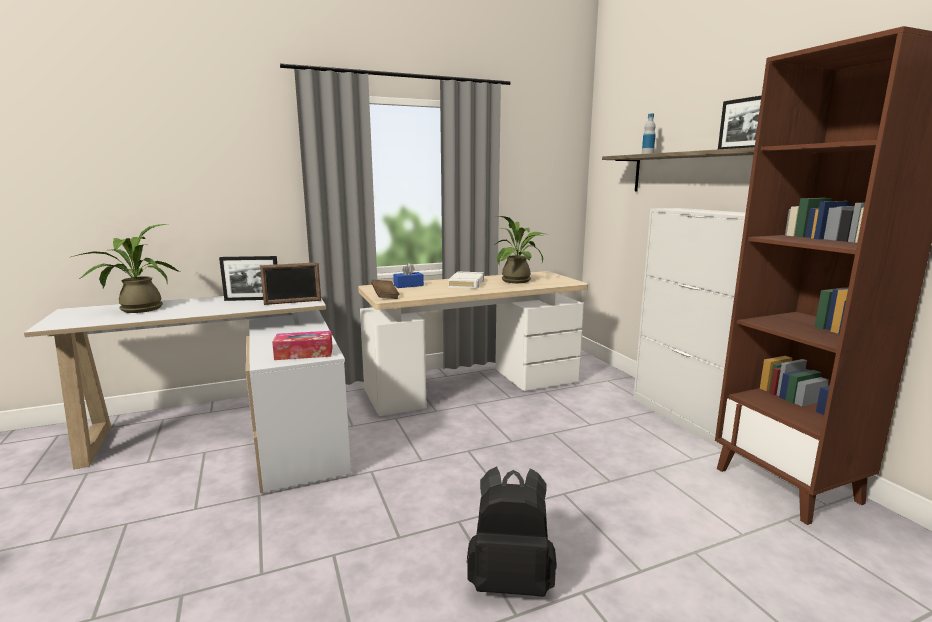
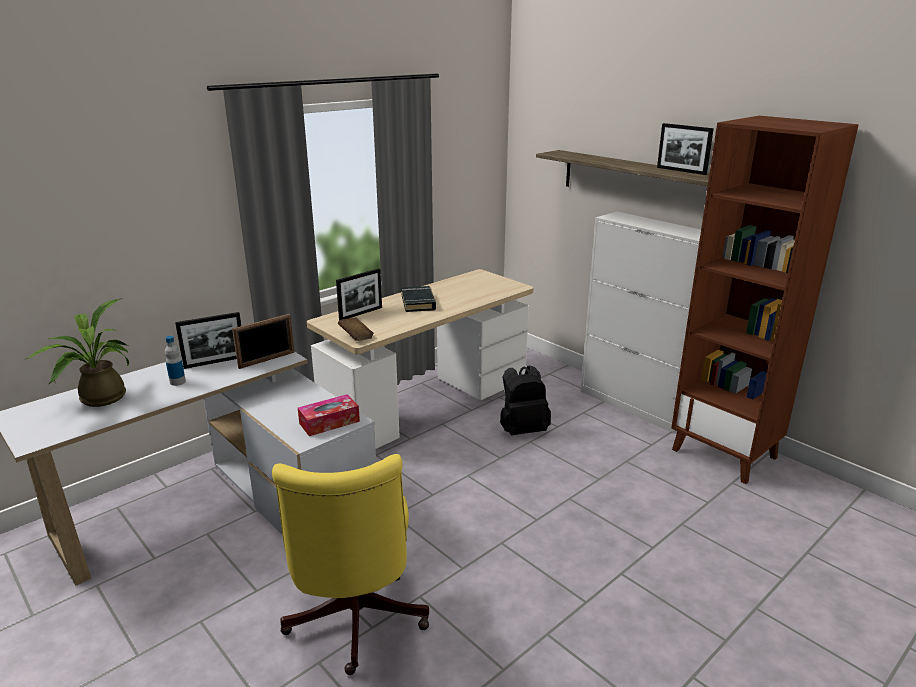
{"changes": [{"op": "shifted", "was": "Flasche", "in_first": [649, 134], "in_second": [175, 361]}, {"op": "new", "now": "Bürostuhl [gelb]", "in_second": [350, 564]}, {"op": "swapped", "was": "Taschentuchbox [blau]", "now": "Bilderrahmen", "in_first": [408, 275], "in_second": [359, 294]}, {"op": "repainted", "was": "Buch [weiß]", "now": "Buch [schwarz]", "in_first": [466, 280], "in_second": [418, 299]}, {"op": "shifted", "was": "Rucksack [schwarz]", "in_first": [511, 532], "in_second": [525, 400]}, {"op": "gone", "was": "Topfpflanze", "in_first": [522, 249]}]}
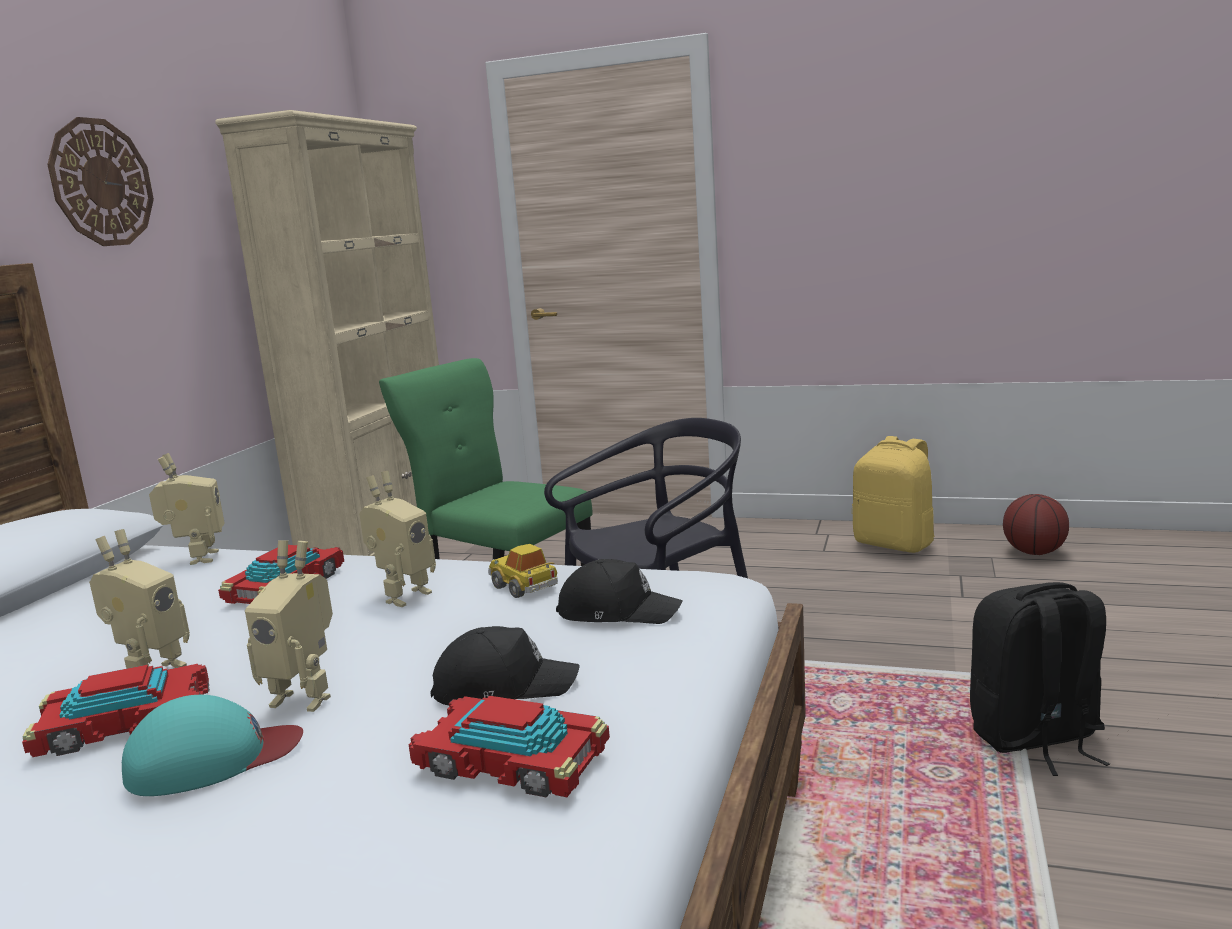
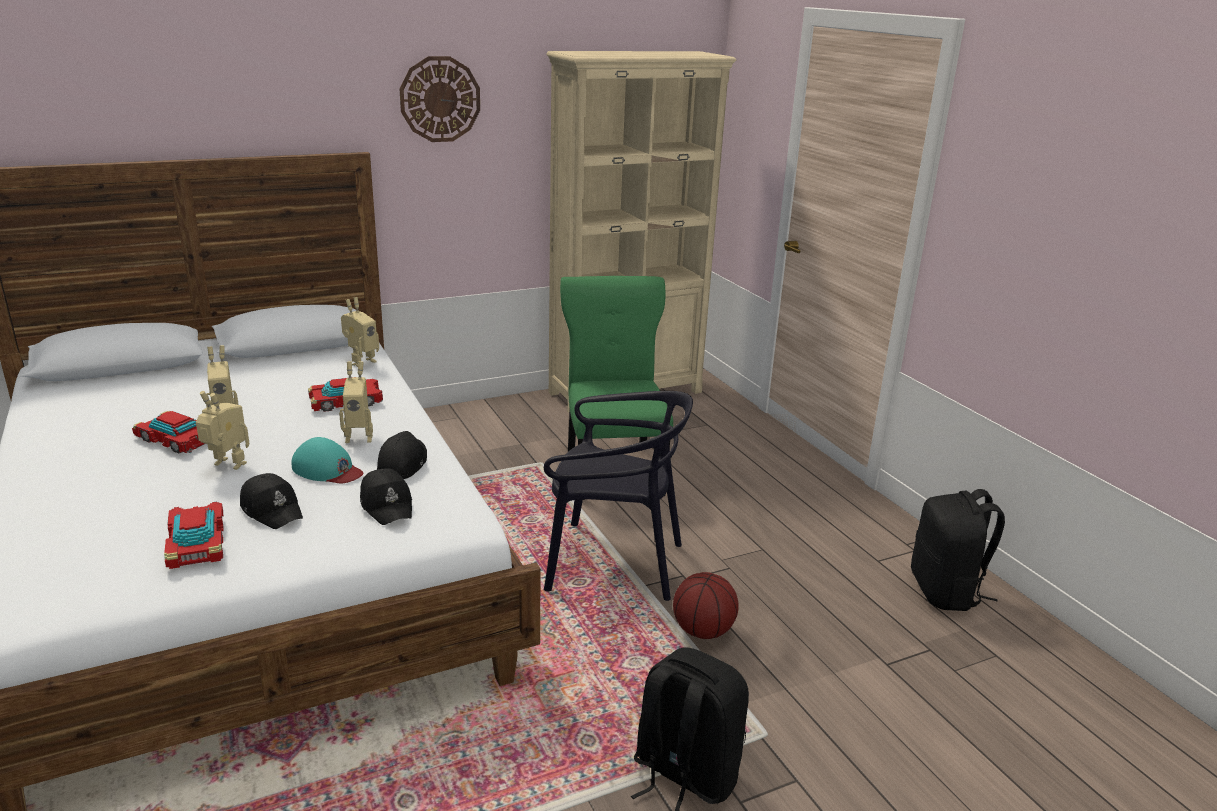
{"changes": [{"op": "rotated", "was": "Spielzeugroboter", "in_first": [289, 626], "in_second": [223, 430], "clockwise": 135}, {"op": "shifted", "was": "Kappe [türkis]", "in_first": [212, 745], "in_second": [327, 460]}, {"op": "swapped", "was": "Spielzeugauto", "now": "Kappe [schwarz]", "in_first": [523, 571], "in_second": [402, 455]}, {"op": "shifted", "was": "Basketball", "in_first": [1036, 524], "in_second": [706, 605]}, {"op": "repainted", "was": "Rucksack [gelb]", "now": "Rucksack [schwarz]", "in_first": [893, 494], "in_second": [958, 550]}]}
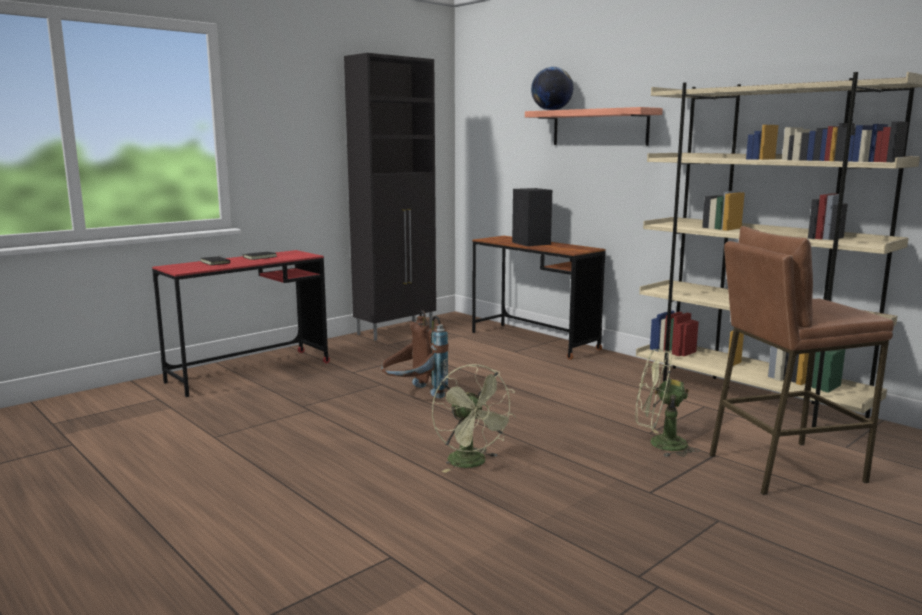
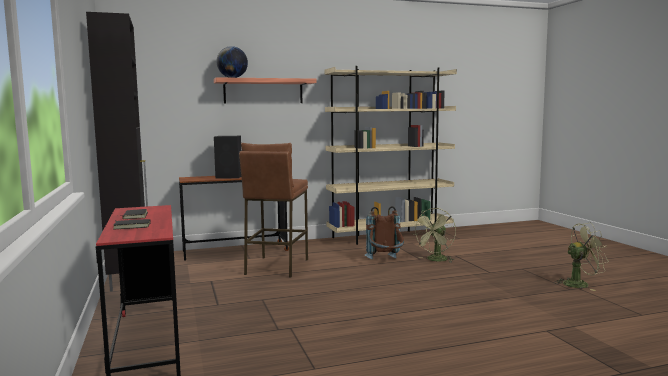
{"changes": [{"op": "shifted", "was": "Hocker [braun]", "in_first": [801, 360], "in_second": [273, 210]}, {"op": "shifted", "was": "Rucksack [braun]", "in_first": [415, 354], "in_second": [384, 233]}, {"op": "shifted", "was": "Ventilator [grün]", "in_first": [474, 418], "in_second": [581, 257]}]}
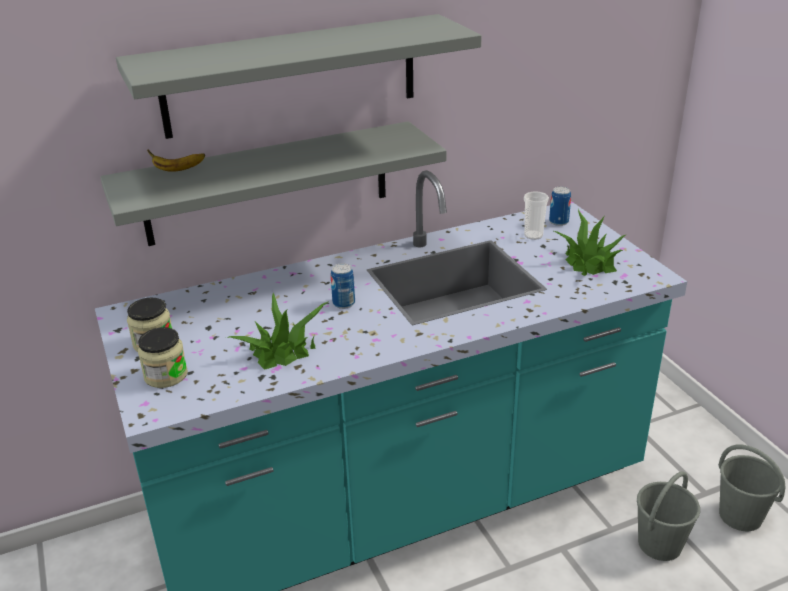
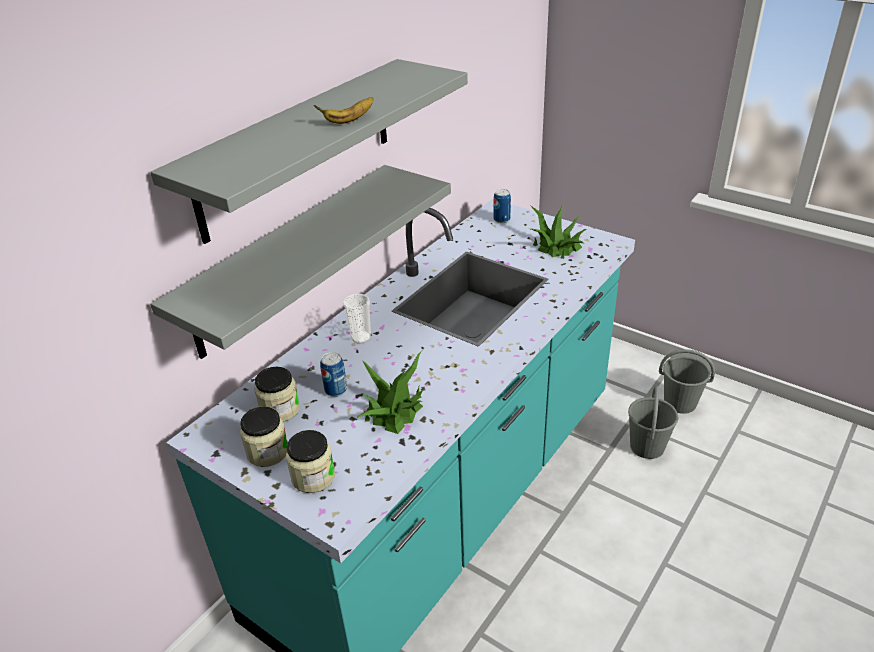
{"changes": [{"op": "new", "now": "Vorratsglas", "in_second": [277, 394]}, {"op": "shifted", "was": "Banane", "in_first": [176, 161], "in_second": [343, 110]}, {"op": "shifted", "was": "Dose", "in_first": [343, 286], "in_second": [333, 374]}, {"op": "shifted", "was": "Tasse", "in_first": [536, 215], "in_second": [357, 318]}]}
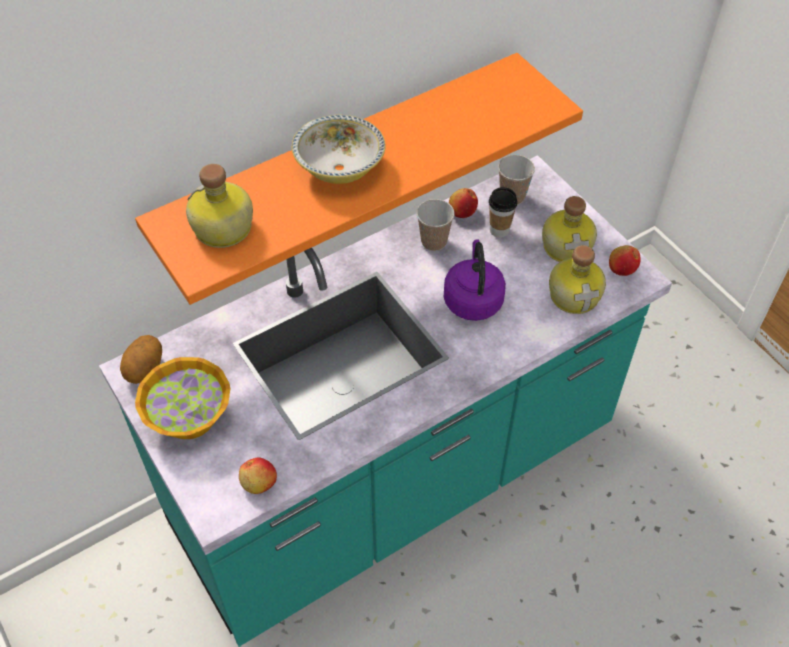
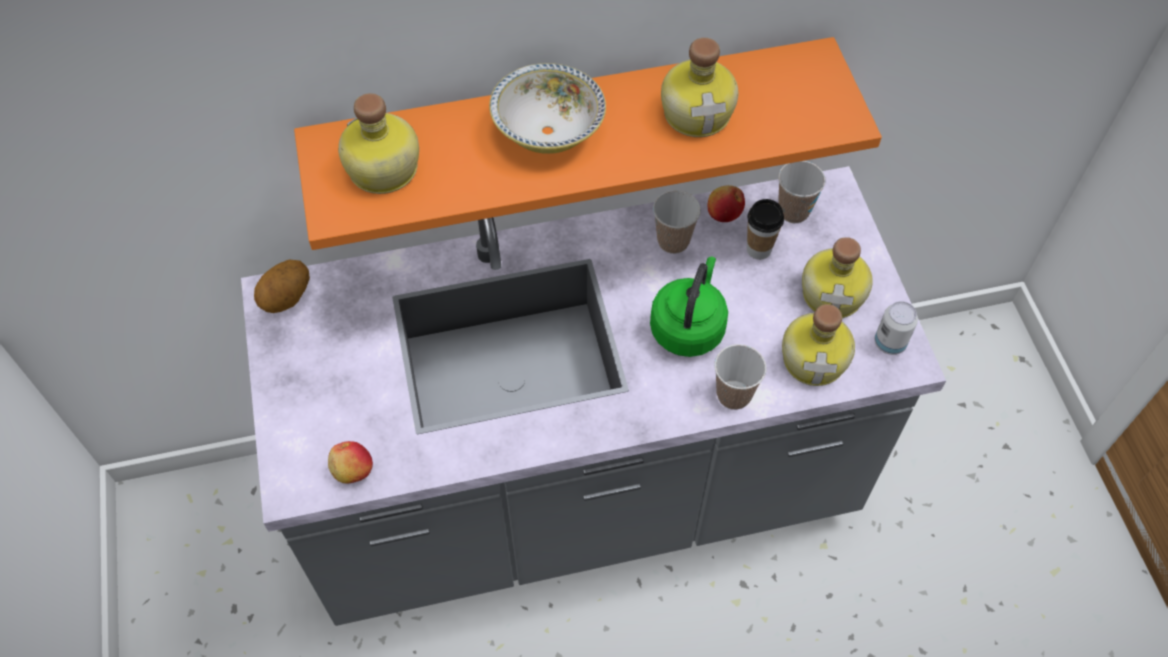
{"changes": [{"op": "repainted", "was": "Küchenzeile [türkis]", "now": "Küchenzeile [grau]", "in_first": [385, 401], "in_second": [593, 396]}, {"op": "repainted", "was": "Wasserkessel [lila]", "now": "Wasserkessel [grün]", "in_first": [475, 280], "in_second": [689, 307]}, {"op": "new", "now": "Flasche", "in_second": [700, 87]}, {"op": "new", "now": "Tasse", "in_second": [740, 377]}, {"op": "swapped", "was": "Apfel", "now": "Dose", "in_first": [625, 260], "in_second": [896, 328]}, {"op": "gone", "was": "Schüssel", "in_first": [182, 398]}]}
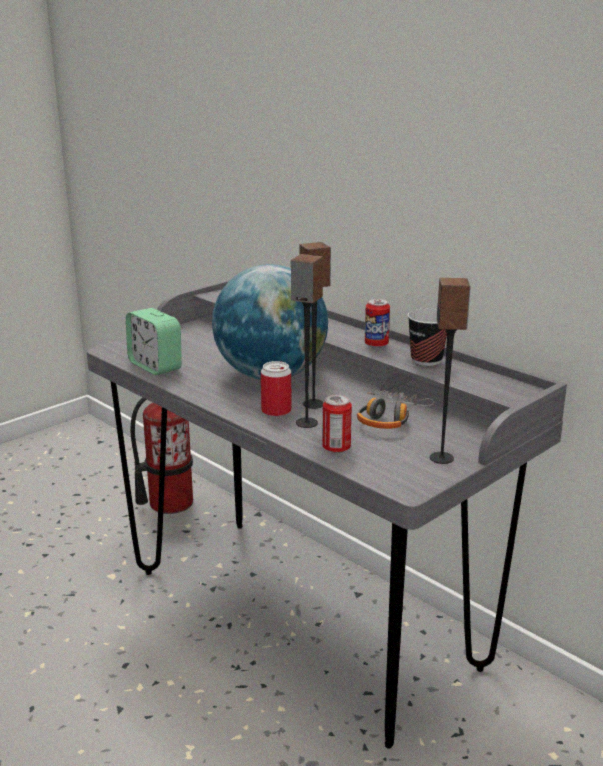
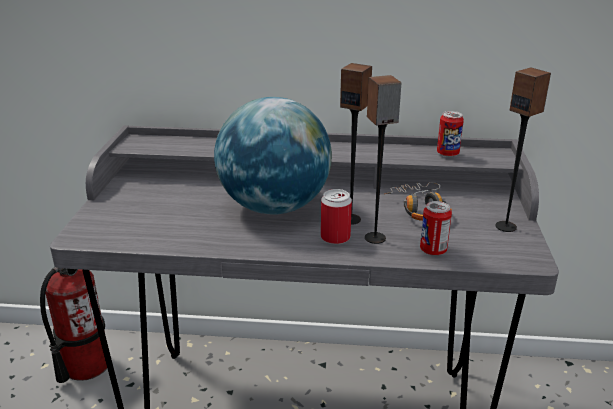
{"changes": [{"op": "shifted", "was": "Dose", "in_first": [377, 323], "in_second": [450, 134]}, {"op": "gone", "was": "Wecker", "in_first": [154, 341]}, {"op": "gone", "was": "Tasse", "in_first": [427, 337]}]}
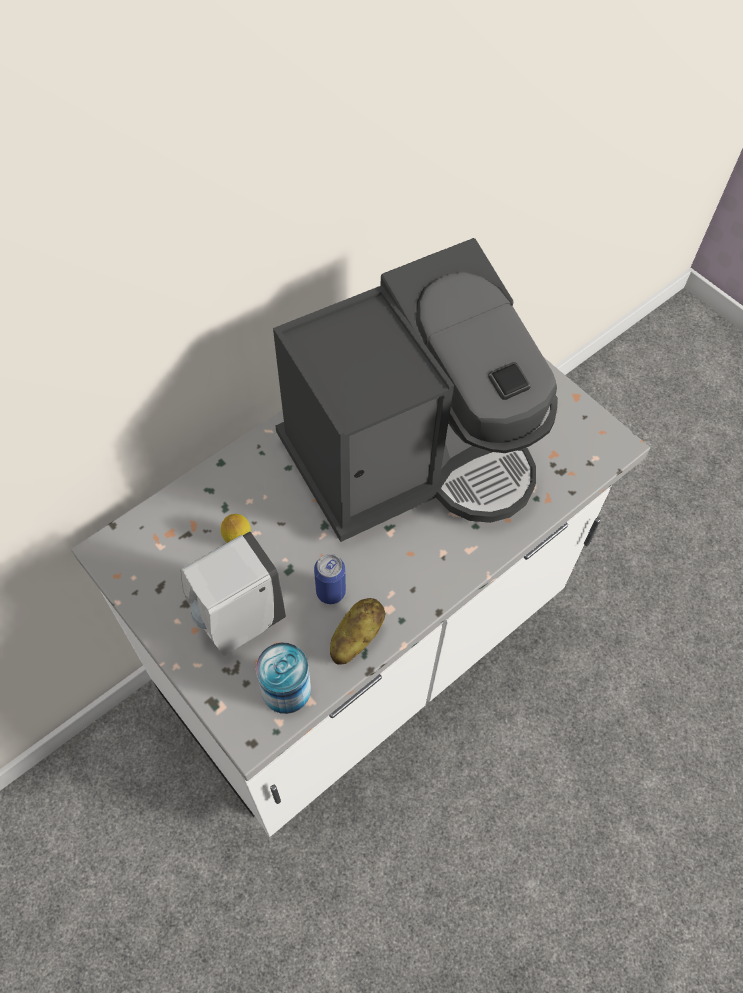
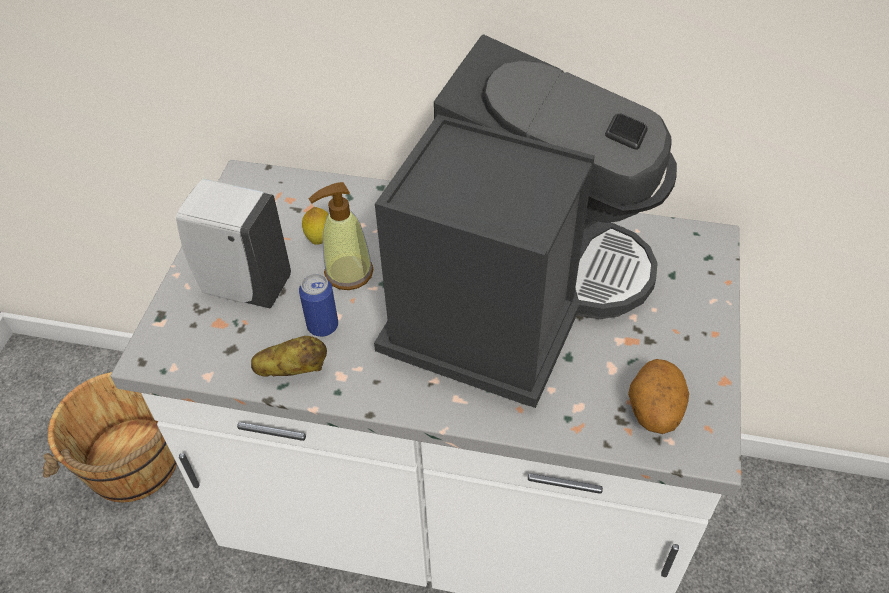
{"changes": [{"op": "new", "now": "Eimer [braun]", "in_second": [110, 437]}, {"op": "new", "now": "Seifenspender", "in_second": [341, 236]}, {"op": "rotated", "was": "Kaffeemaschine", "in_first": [415, 390], "in_second": [525, 221], "clockwise": -90}, {"op": "new", "now": "Kartoffel", "in_second": [658, 396]}, {"op": "gone", "was": "Dose", "in_first": [283, 678]}]}
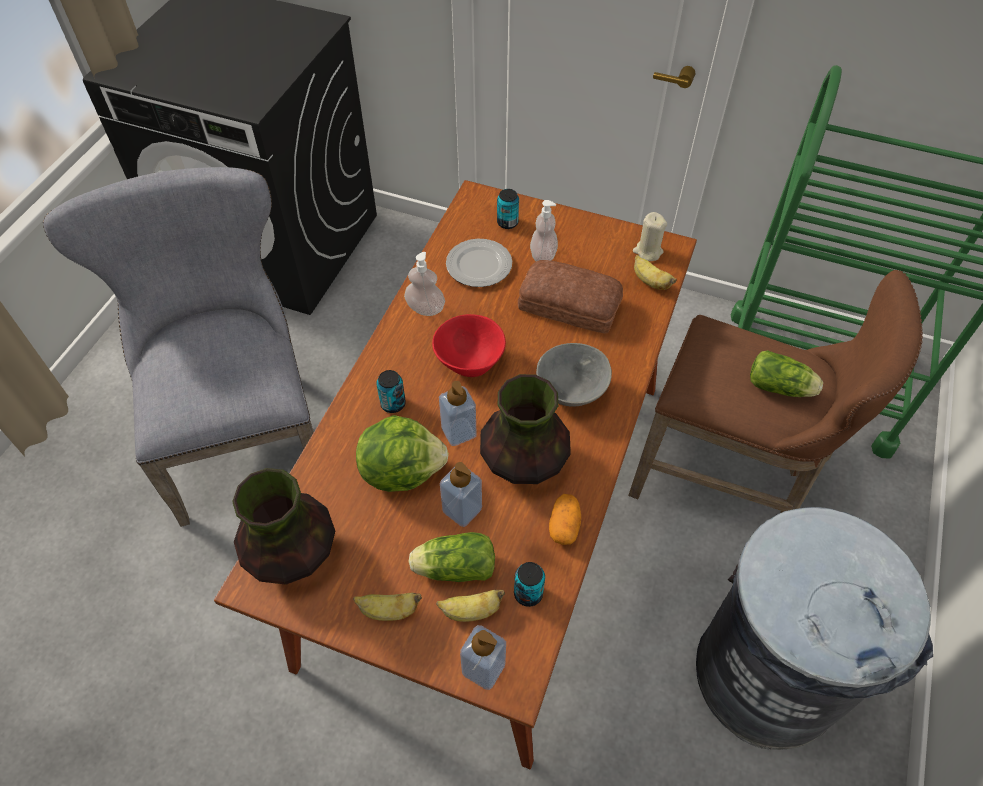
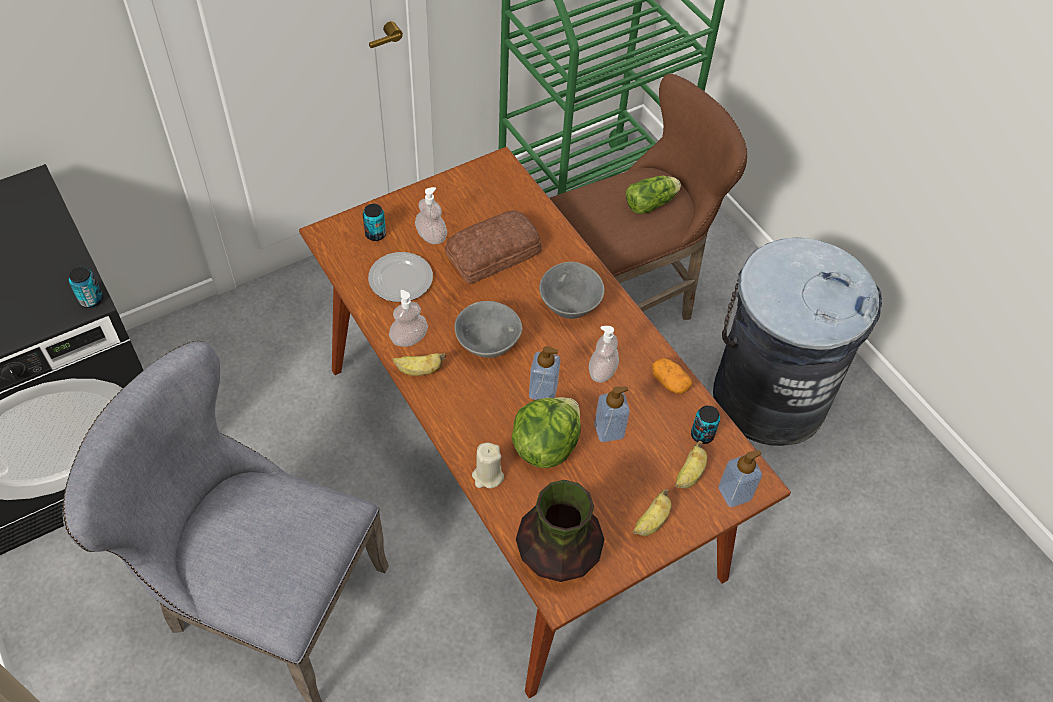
{"changes": [{"op": "shifted", "was": "Dose", "in_first": [391, 391], "in_second": [86, 287]}, {"op": "shifted", "was": "Banane", "in_first": [655, 272], "in_second": [419, 364]}, {"op": "repainted", "was": "Schüssel [rot]", "now": "Schüssel [grau]", "in_first": [469, 345], "in_second": [488, 329]}, {"op": "shifted", "was": "Kerze [beige]", "in_first": [650, 236], "in_second": [488, 465]}, {"op": "swapped", "was": "Vase", "now": "Seifenspender", "in_first": [525, 429], "in_second": [604, 354]}, {"op": "gone", "was": "Salatkopf", "in_first": [452, 557]}]}
